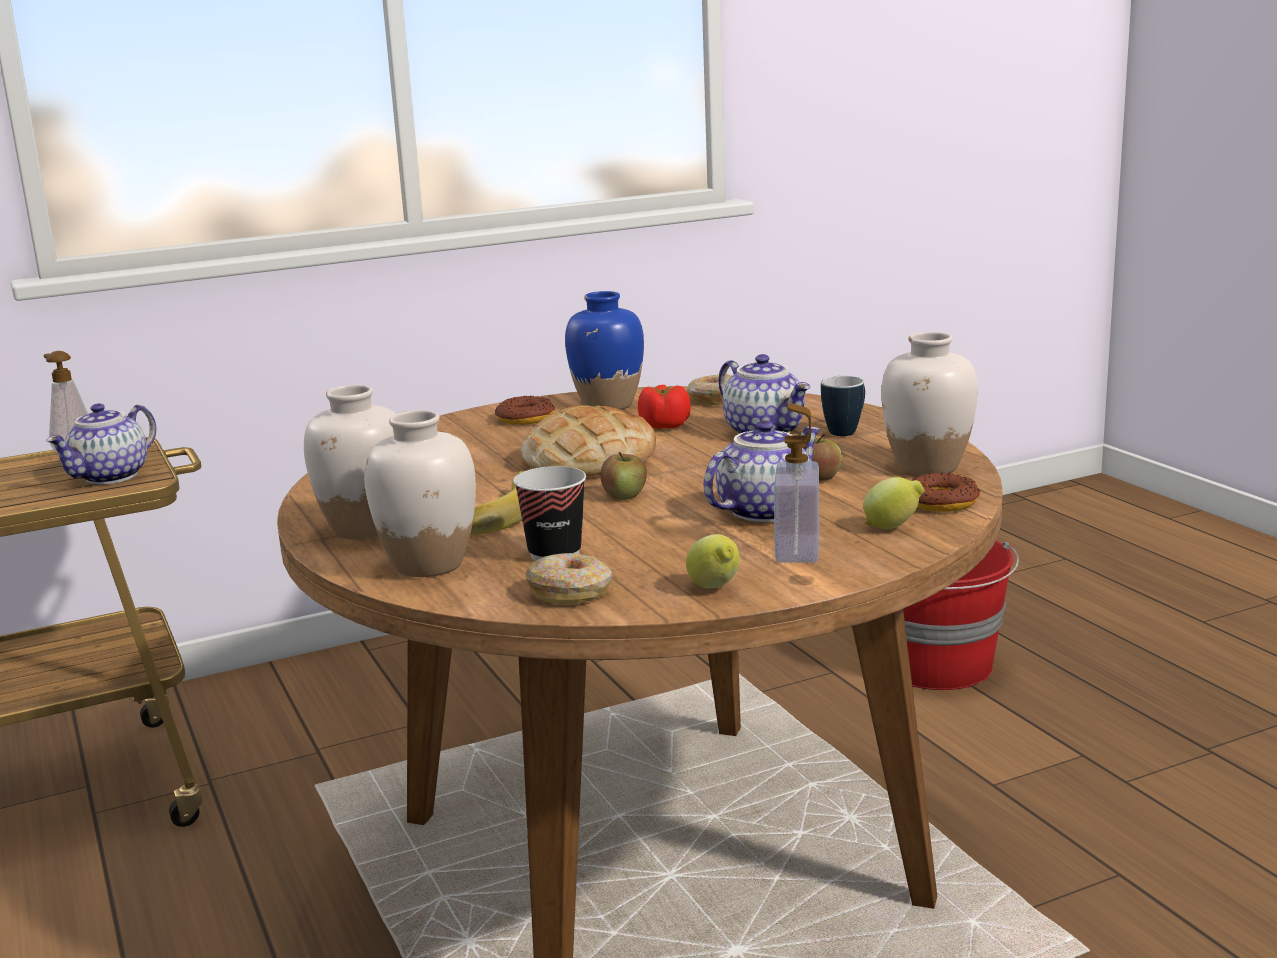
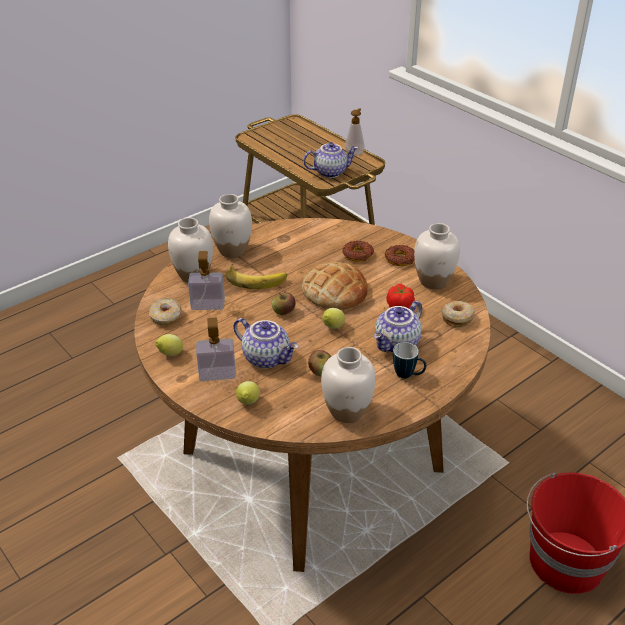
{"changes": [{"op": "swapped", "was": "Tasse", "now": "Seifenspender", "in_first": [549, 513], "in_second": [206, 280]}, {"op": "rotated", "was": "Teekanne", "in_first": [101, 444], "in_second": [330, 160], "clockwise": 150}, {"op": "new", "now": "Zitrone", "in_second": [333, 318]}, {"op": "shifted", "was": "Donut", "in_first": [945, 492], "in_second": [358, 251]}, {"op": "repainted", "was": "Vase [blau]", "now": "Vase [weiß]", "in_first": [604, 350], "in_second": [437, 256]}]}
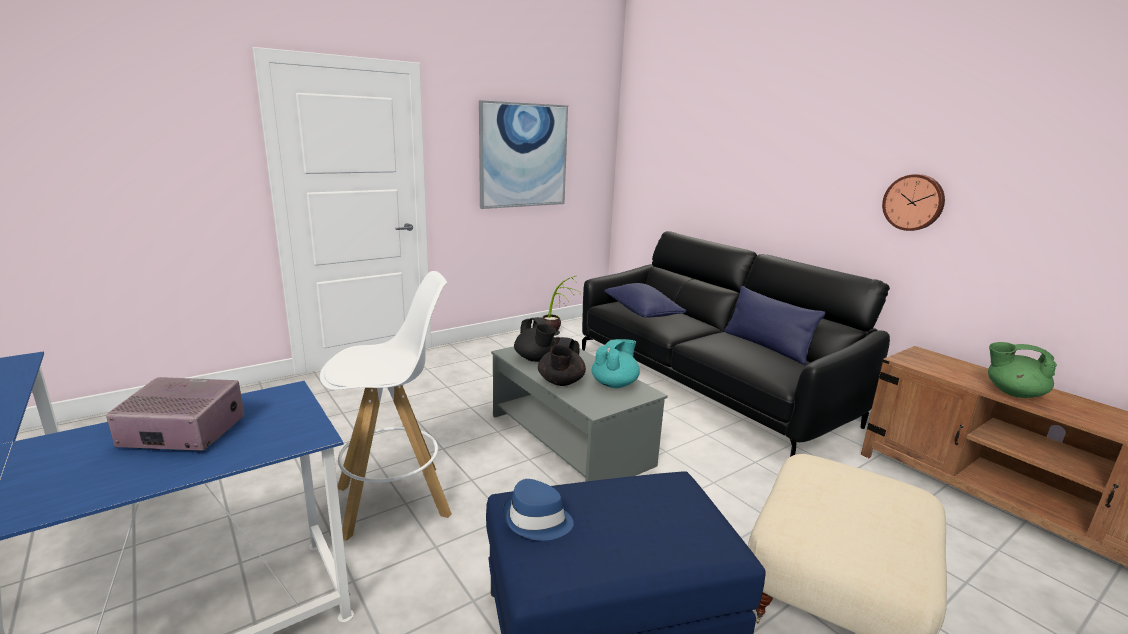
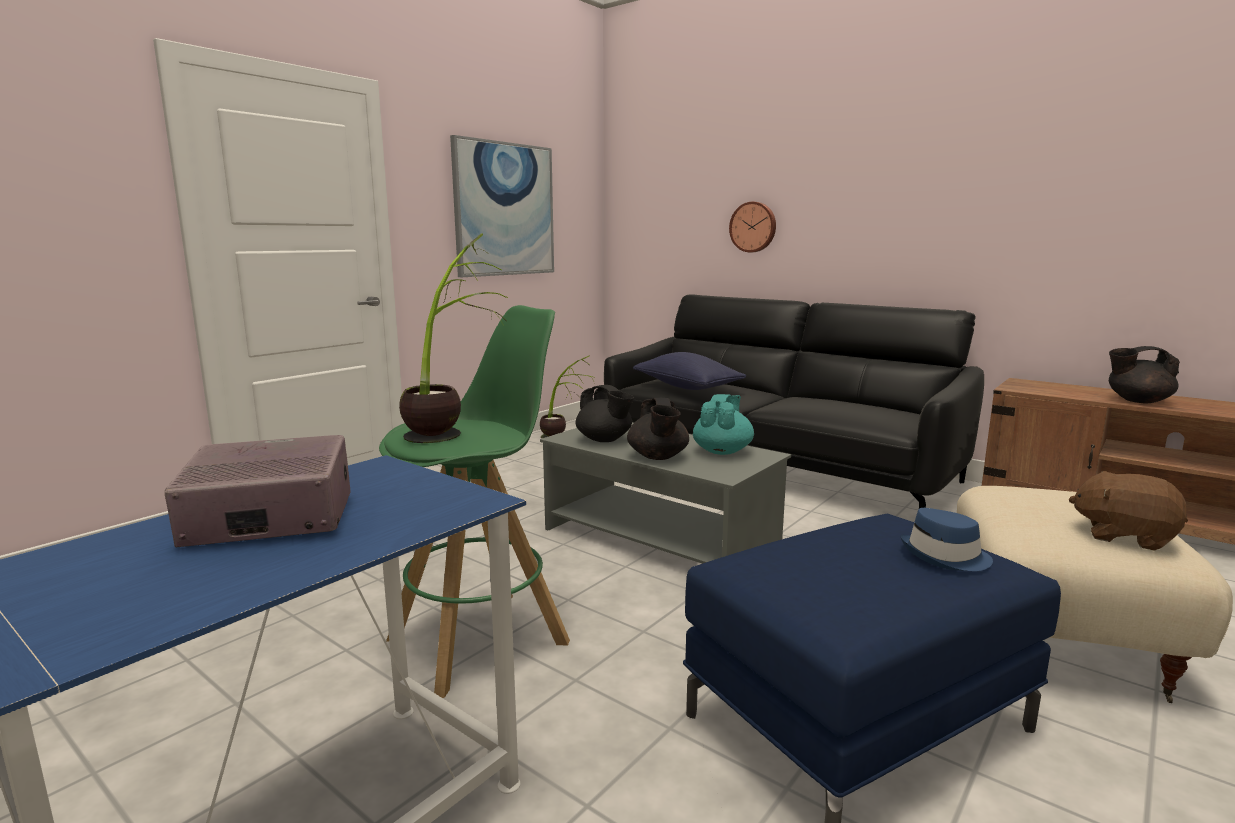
{"changes": [{"op": "repainted", "was": "Hocker [weiß]", "now": "Hocker [grün]", "in_first": [386, 406], "in_second": [474, 501]}, {"op": "new", "now": "Topfpflanze", "in_second": [453, 338]}, {"op": "shifted", "was": "Wanduhr", "in_first": [913, 202], "in_second": [752, 227]}, {"op": "shifted", "was": "Hut [blau]", "in_first": [538, 510], "in_second": [946, 539]}, {"op": "new", "now": "Plüschtier [braun]", "in_second": [1128, 510]}, {"op": "repainted", "was": "Teekanne [grün]", "now": "Teekanne [schwarz]", "in_first": [1022, 370], "in_second": [1144, 375]}, {"op": "gone", "was": "Kissen [blau]", "in_first": [774, 325]}]}
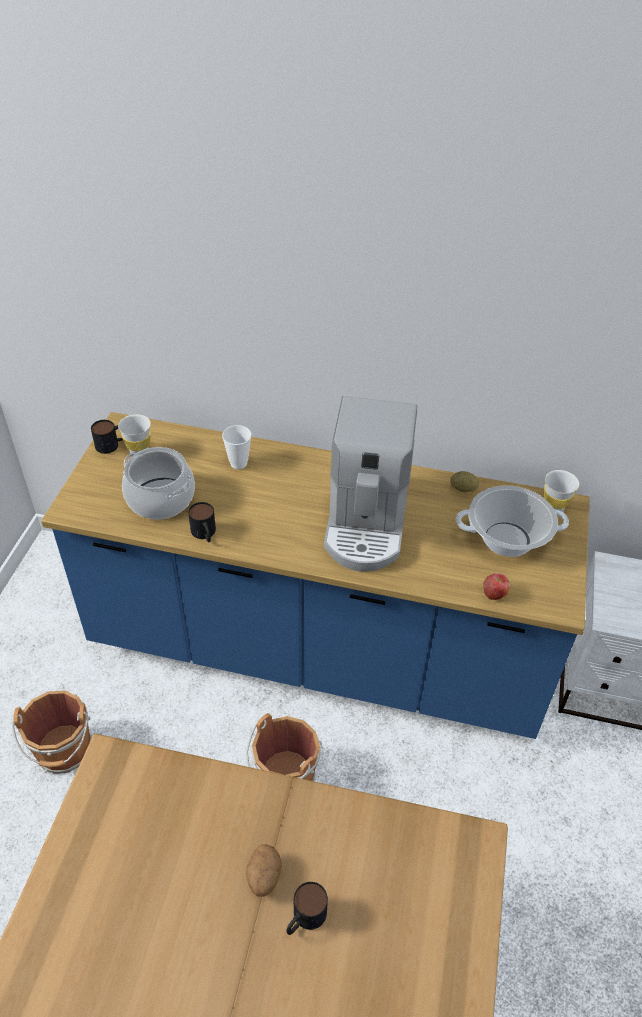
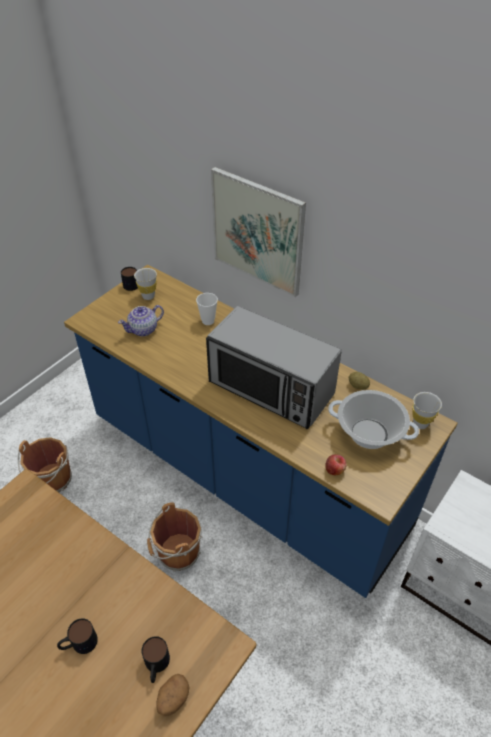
{"changes": [{"op": "swapped", "was": "Kochtopf", "now": "Teekanne", "in_first": [158, 483], "in_second": [141, 320]}, {"op": "shifted", "was": "Henkelbecher", "in_first": [202, 522], "in_second": [156, 659]}, {"op": "shifted", "was": "Kartoffel", "in_first": [264, 870], "in_second": [173, 695]}, {"op": "swapped", "was": "Kaffeemaschine", "now": "Mikrowelle", "in_first": [370, 484], "in_second": [274, 367]}, {"op": "new", "now": "Bild", "in_second": [258, 232]}]}
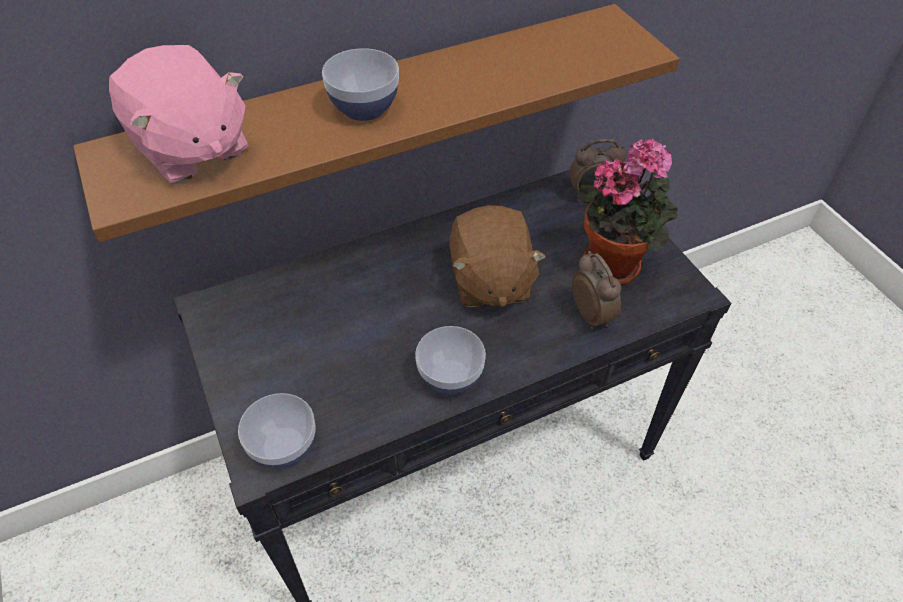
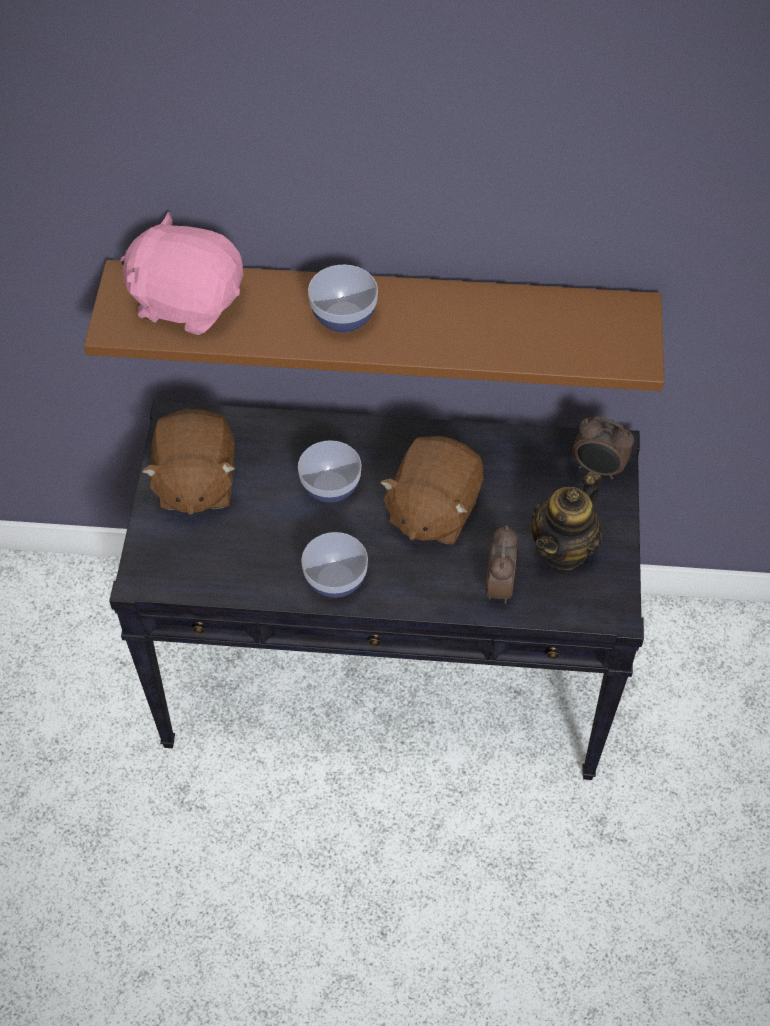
{"changes": [{"op": "rotated", "was": "Plüschtier [rosa]", "in_first": [179, 114], "in_second": [181, 273], "clockwise": 120}, {"op": "new", "now": "Plüschtier [braun]", "in_second": [188, 462]}, {"op": "shifted", "was": "Schüssel", "in_first": [277, 430], "in_second": [329, 472]}, {"op": "swapped", "was": "Topfpflanze", "now": "Teekanne", "in_first": [627, 211], "in_second": [566, 520]}]}
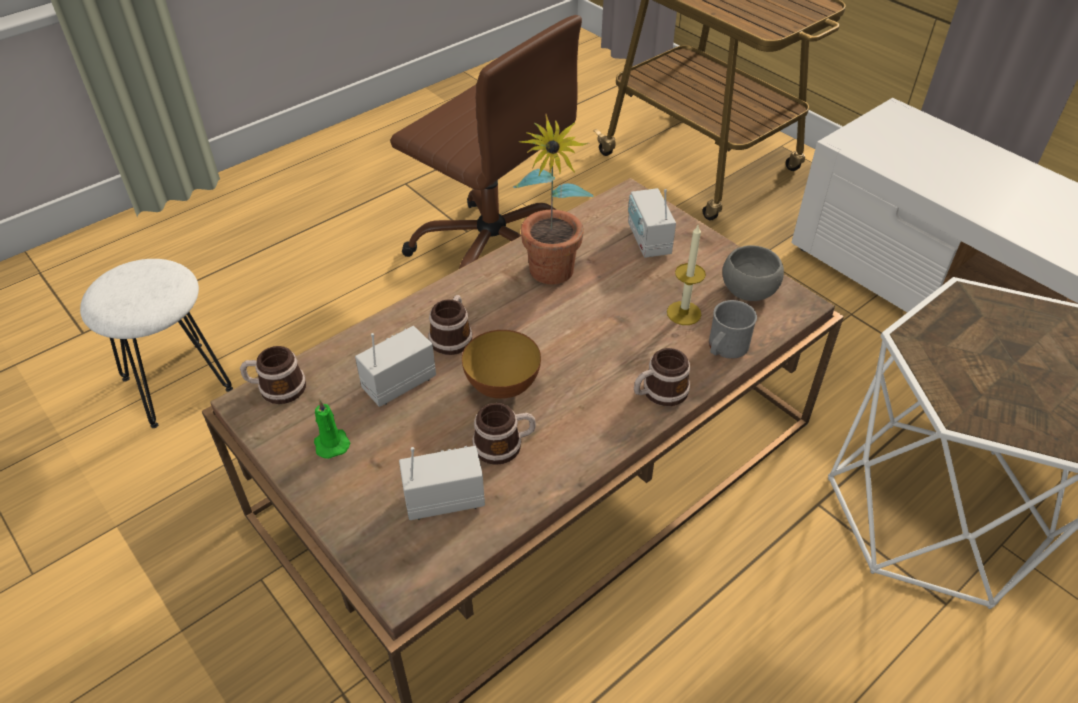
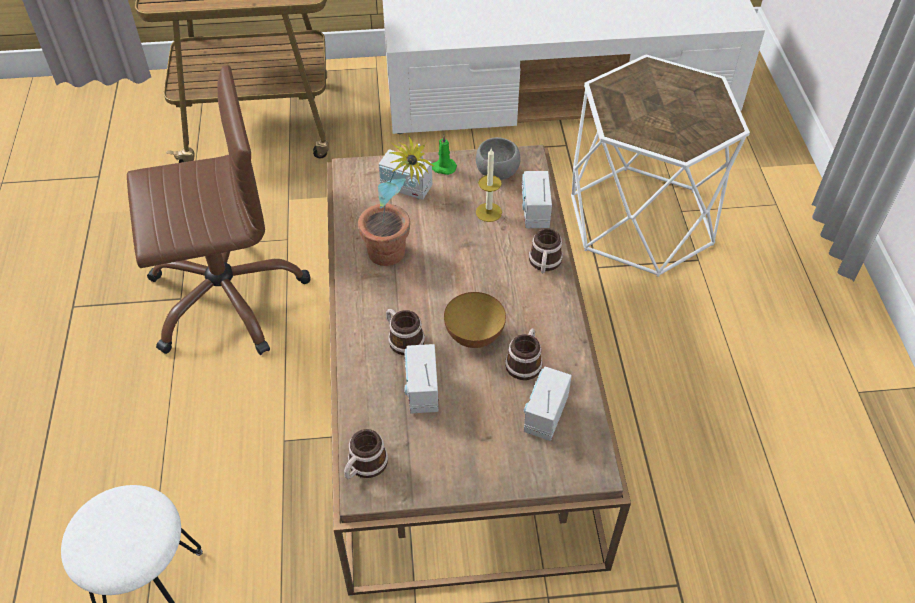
{"changes": [{"op": "shifted", "was": "Kerze [grün]", "in_first": [332, 429], "in_second": [444, 154]}, {"op": "swapped", "was": "Henkelbecher [grau]", "now": "Radio", "in_first": [733, 329], "in_second": [537, 199]}]}
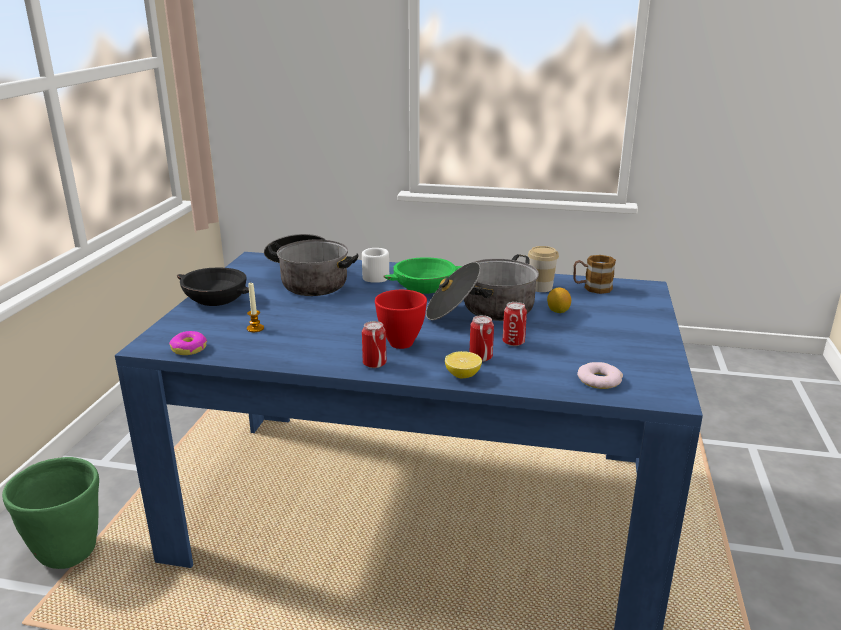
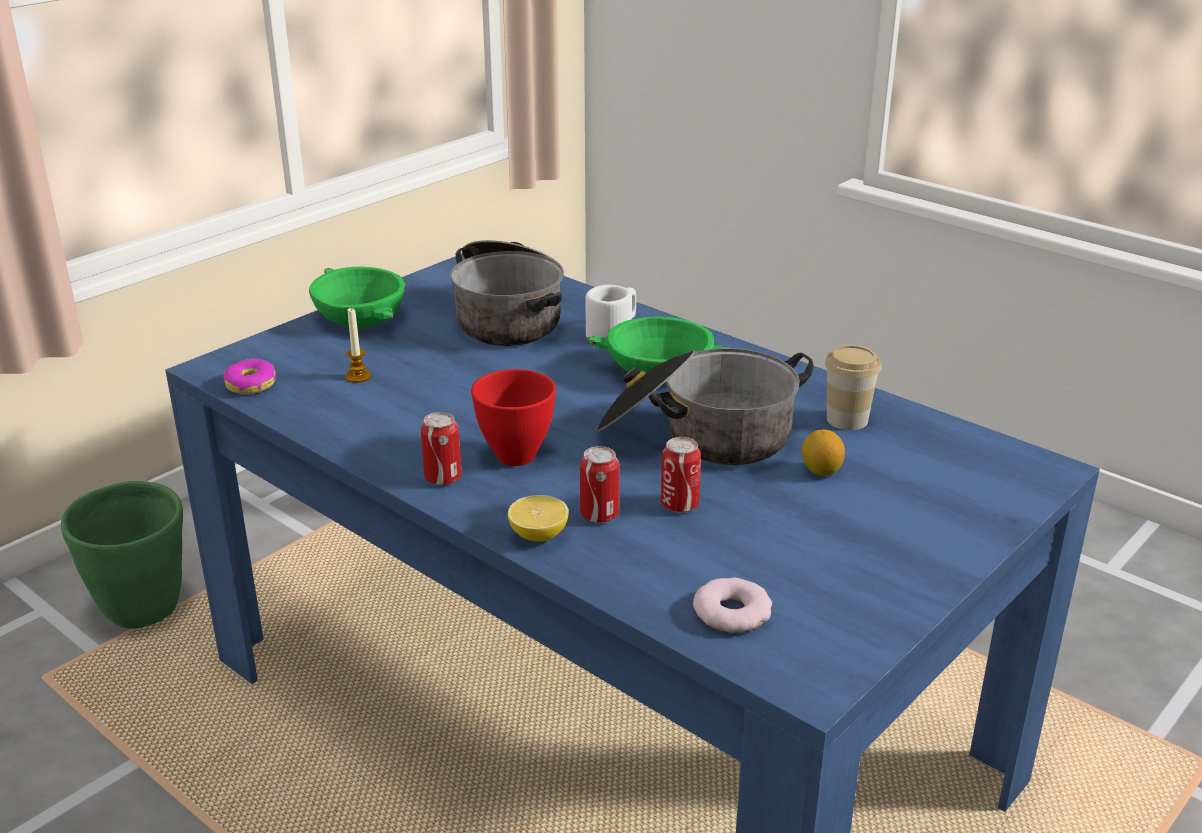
{"changes": [{"op": "repainted", "was": "Schüssel [schwarz]", "now": "Schüssel [grün]", "in_first": [213, 287], "in_second": [357, 297]}, {"op": "gone", "was": "Henkelbecher", "in_first": [594, 274]}]}
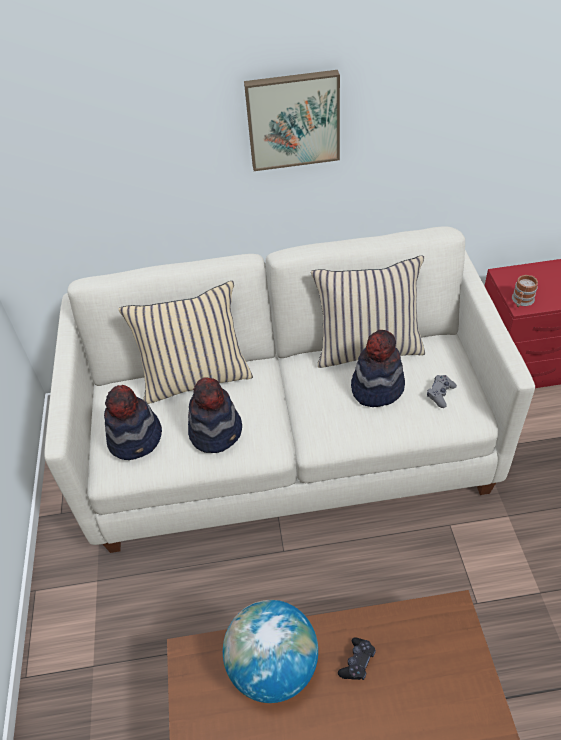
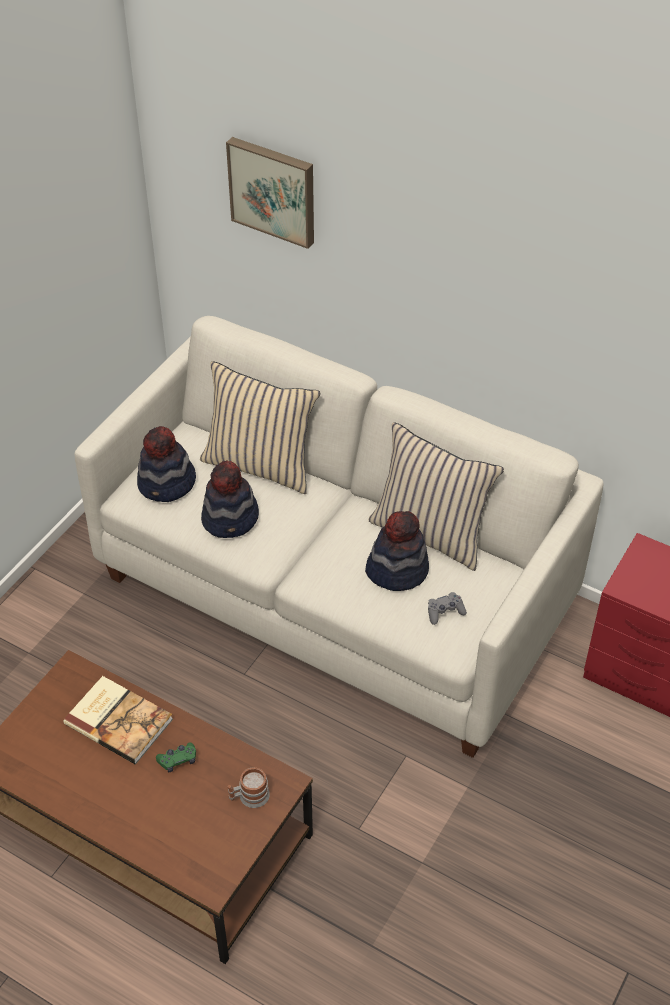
{"changes": [{"op": "swapped", "was": "Globus", "now": "Buch", "in_first": [270, 651], "in_second": [118, 720]}, {"op": "repainted", "was": "Gamepad [schwarz]", "now": "Gamepad [grün]", "in_first": [357, 658], "in_second": [176, 758]}, {"op": "shifted", "was": "Bild", "in_first": [292, 120], "in_second": [270, 193]}, {"op": "shifted", "was": "Henkelbecher", "in_first": [525, 291], "in_second": [249, 787]}]}
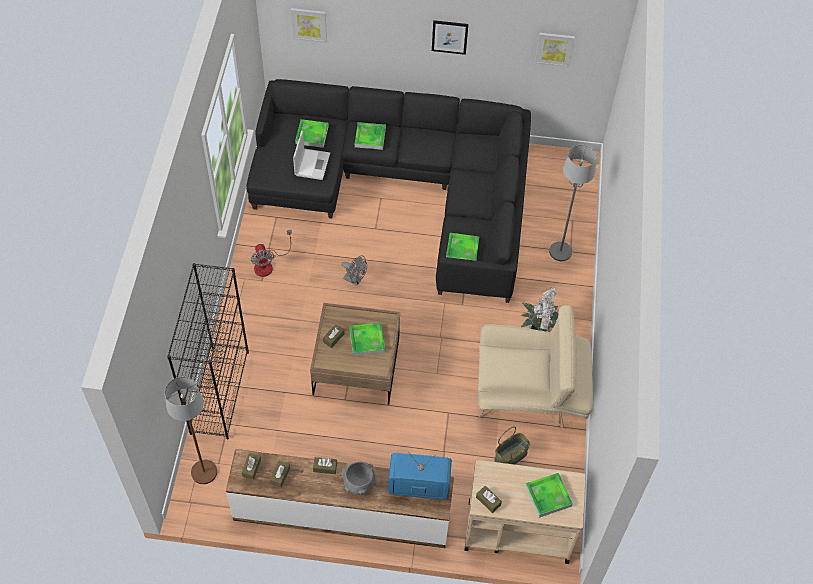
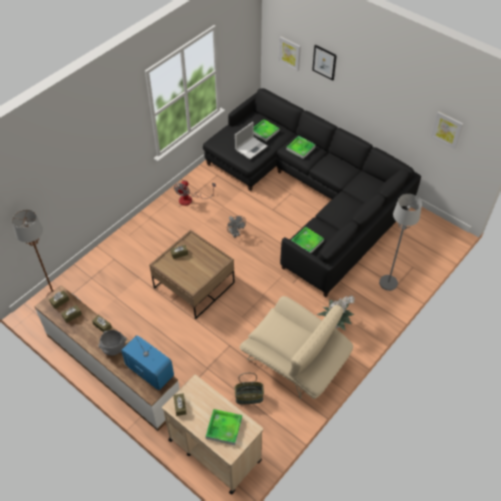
{"changes": [{"op": "shifted", "was": "Bild", "in_first": [450, 37], "in_second": [324, 63]}, {"op": "gone", "was": "Bücherregal [schwarz]", "in_first": [208, 351]}, {"op": "gone", "was": "Tablett", "in_first": [367, 339]}]}
